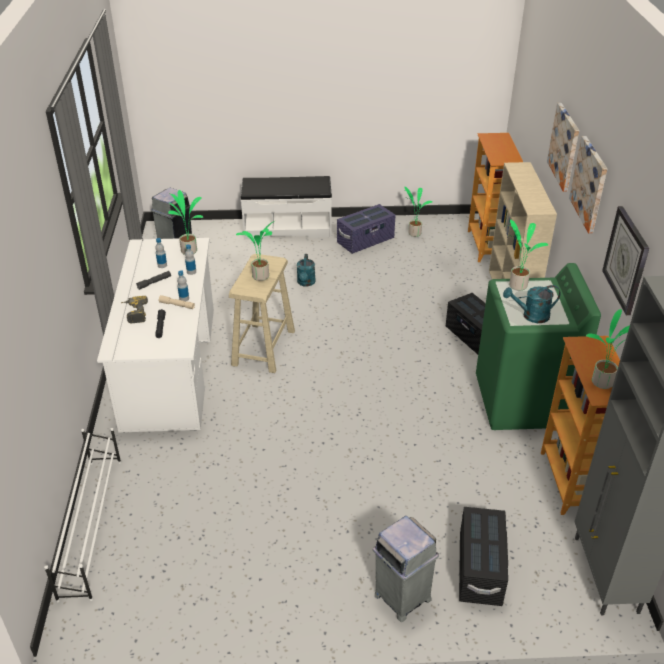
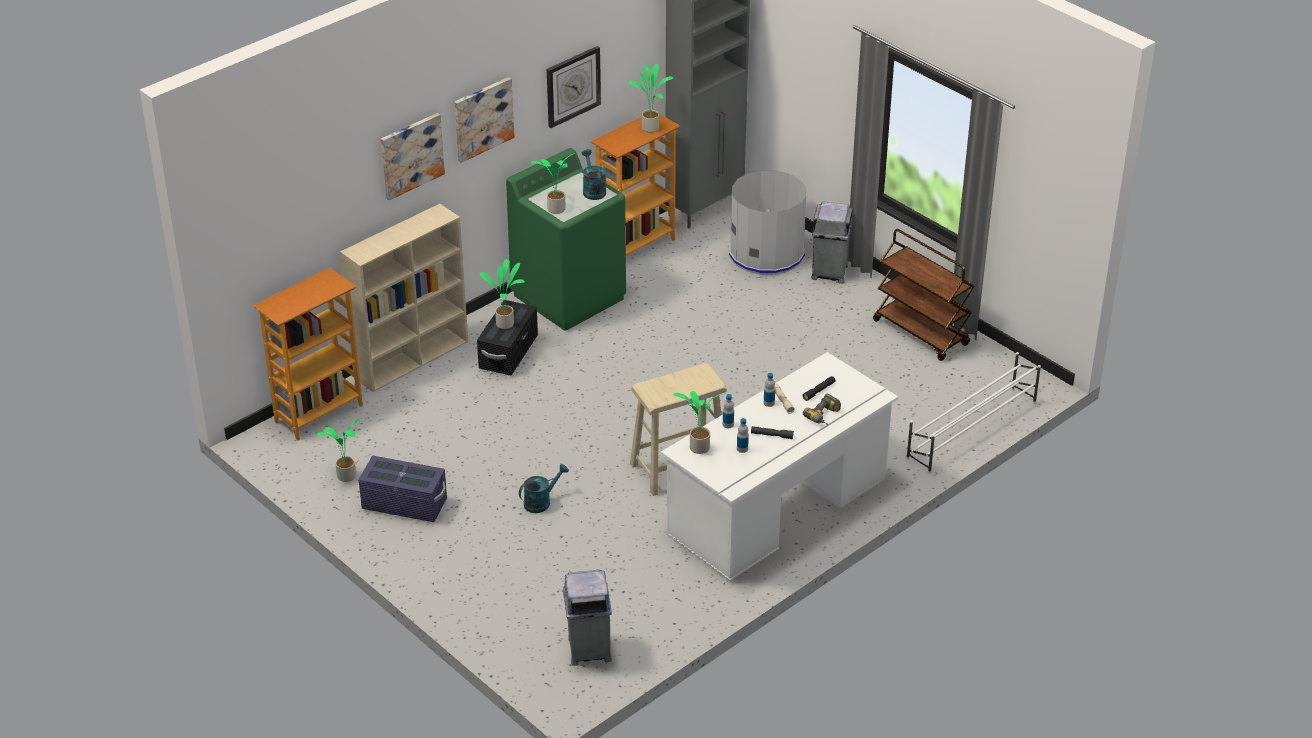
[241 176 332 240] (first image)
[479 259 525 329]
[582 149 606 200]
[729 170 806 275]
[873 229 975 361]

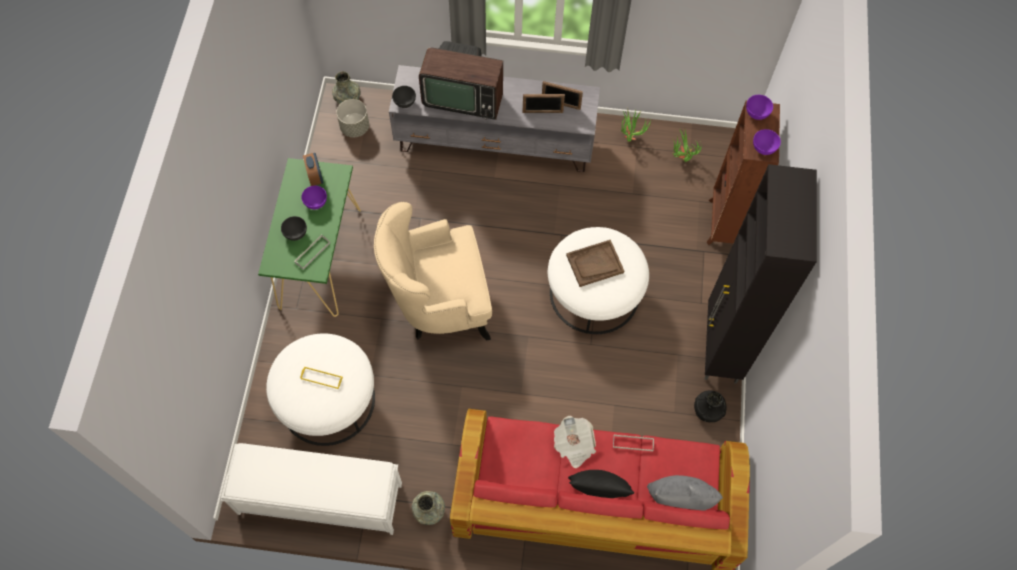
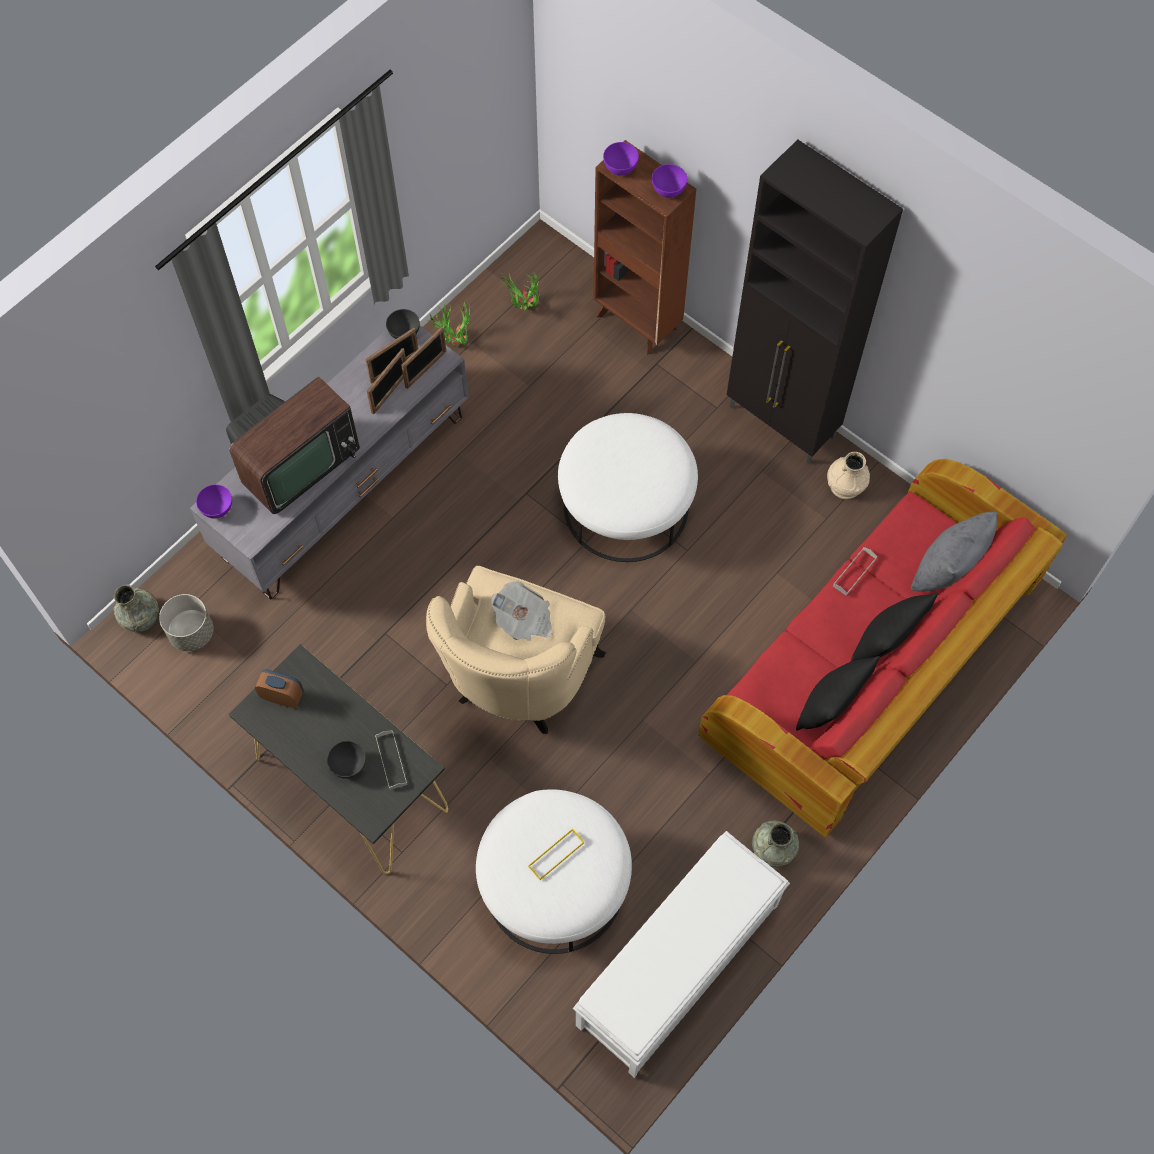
[386 309 420 339]
[229 644 448 874]
[196 484 232 518]
[566 240 624 287] (first image)
[827 452 870 499]
[491 581 552 641]
[401 326 447 389]
[796 656 880 731]

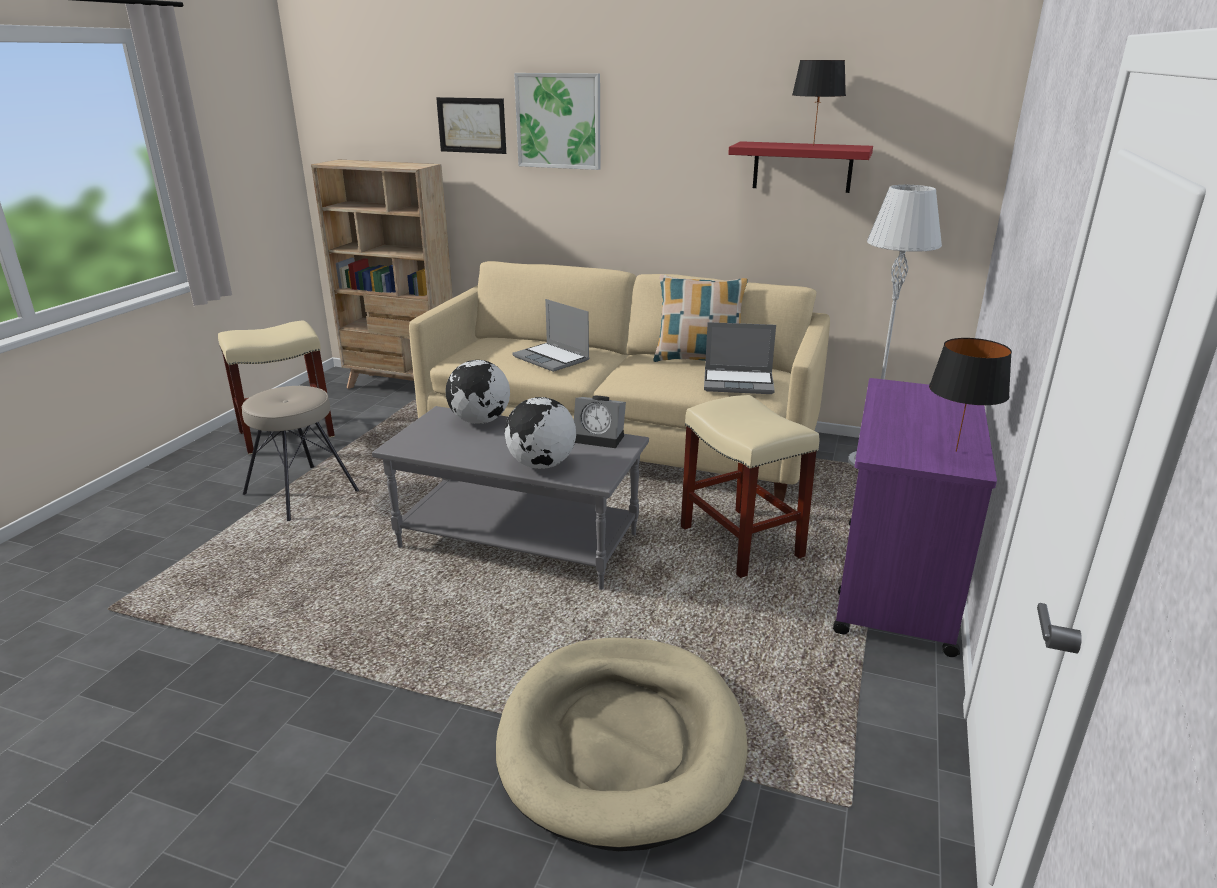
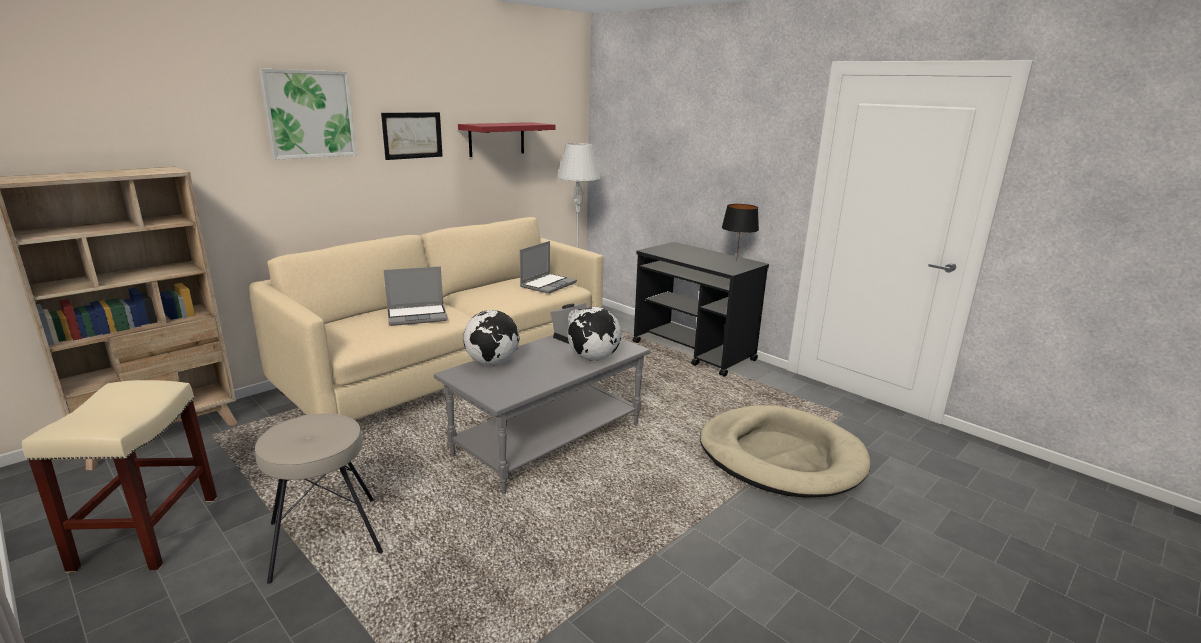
[792 60 846 146] (first image)
[381 112 443 160]
[653 274 748 362] (first image)
[633 242 769 377]
[681 395 819 578] (first image)

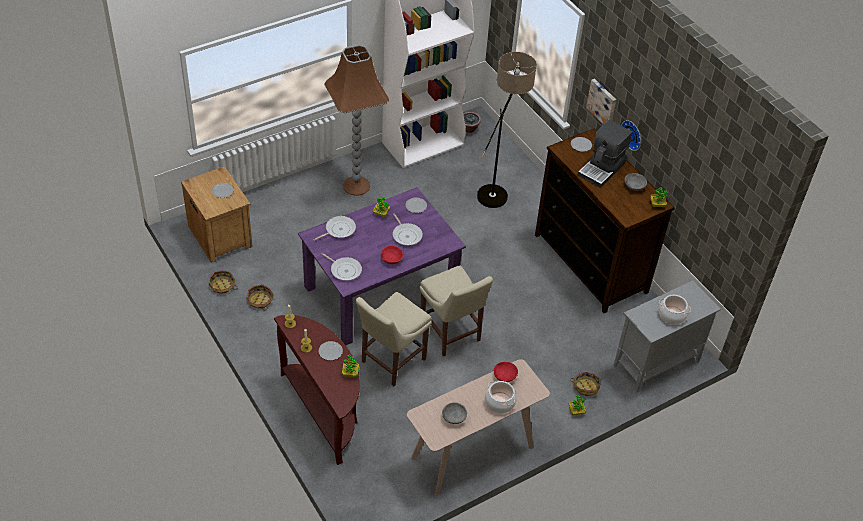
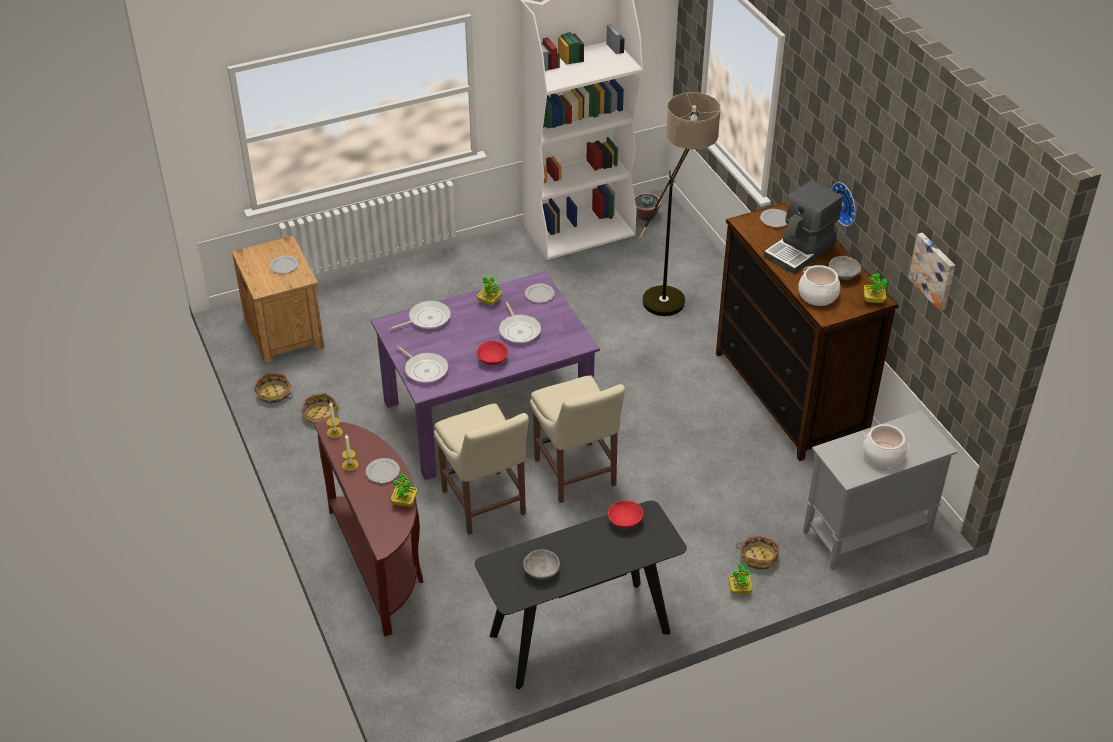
[324 45 389 196] (first image)
[908 233 955 311]
[434 403 529 535]
[475 500 687 690]
[798 265 840 306]

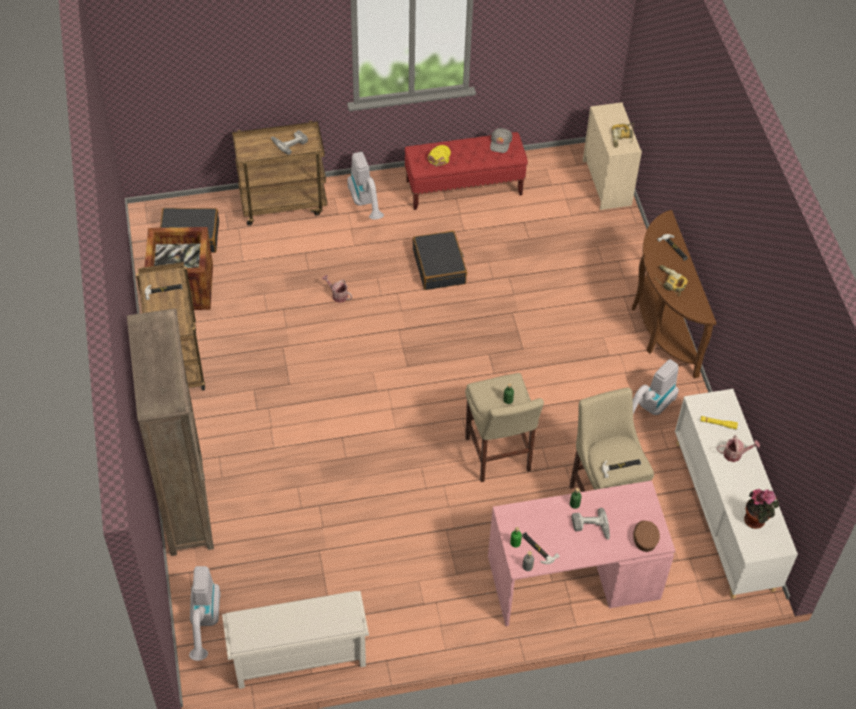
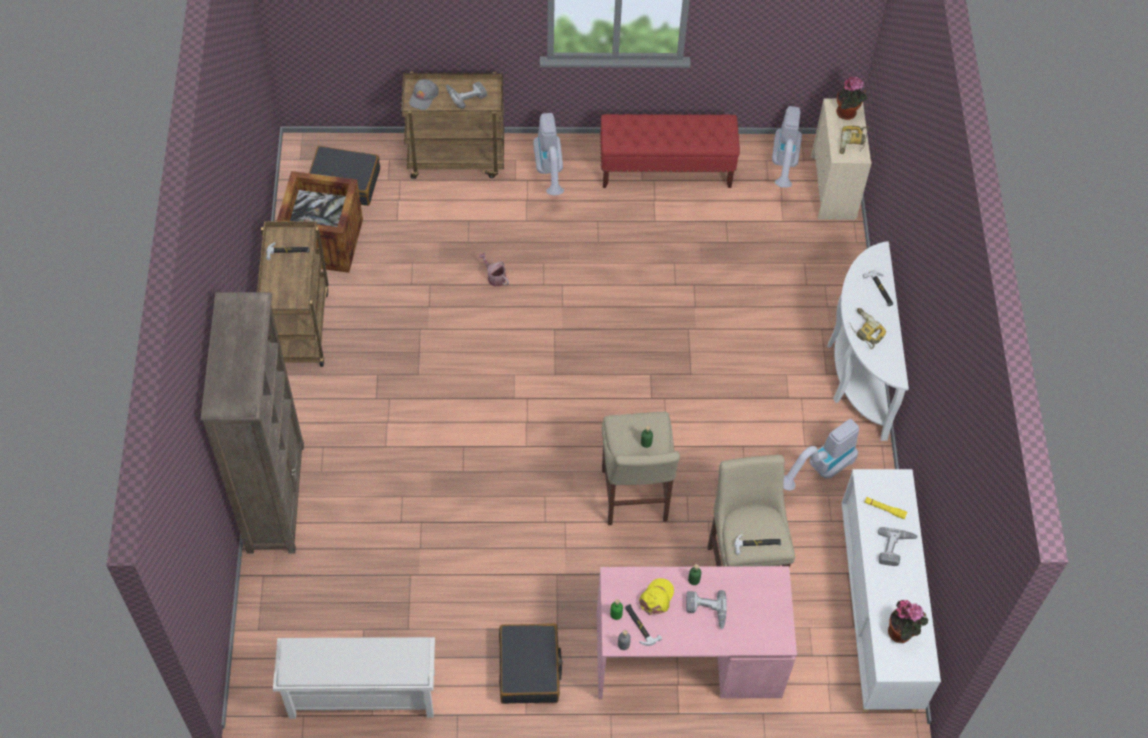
[409 79 439 110]
[639 578 674 615]
[827 242 909 441]
[499 623 563 704]
[878 527 918 566]
[633 521 660 552] (first image)
[772 106 802 188]
[836 77 867 120]

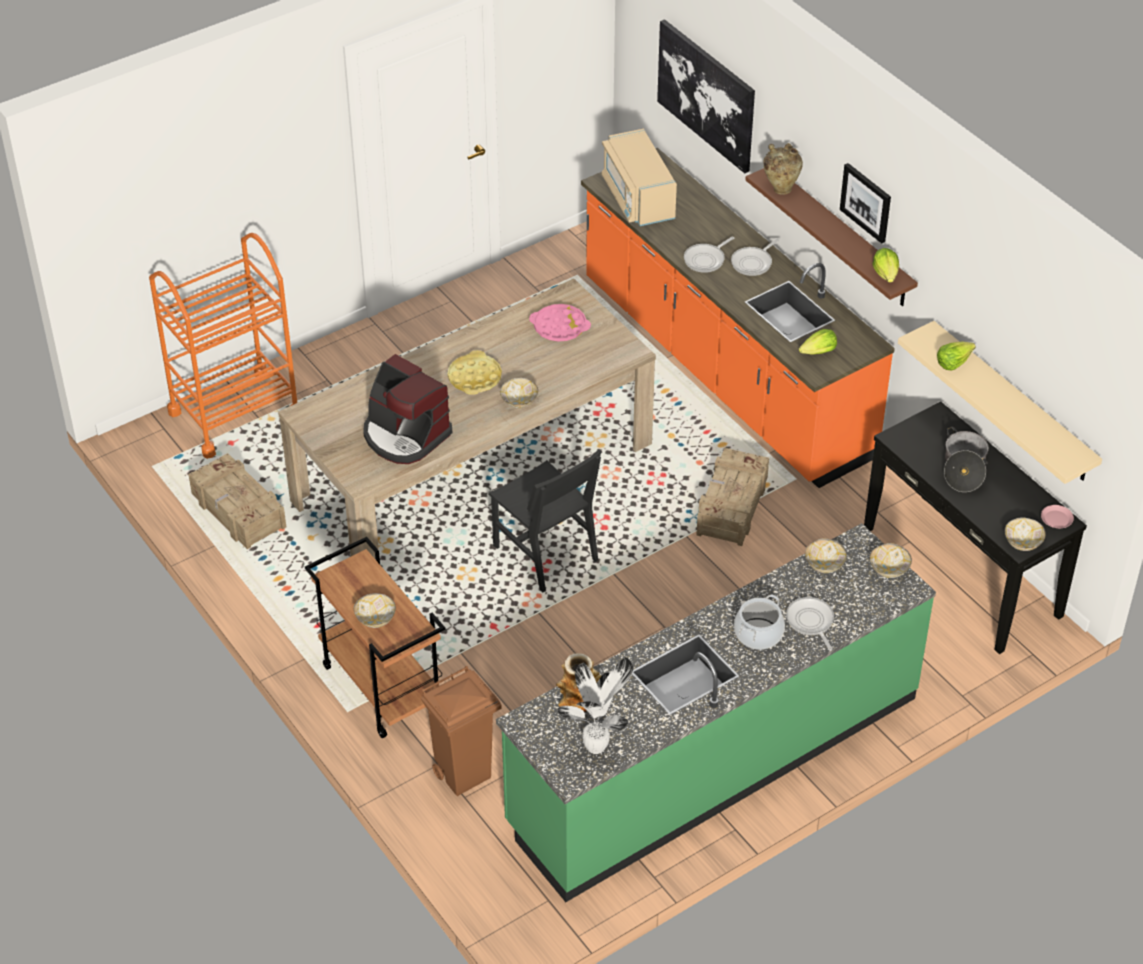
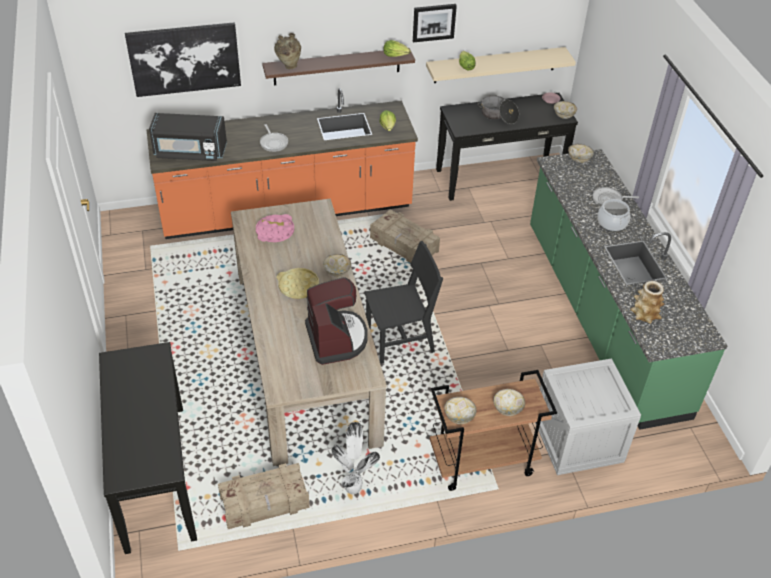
[149 113 227 161]
[413 4 457 43]
[99 342 197 554]
[731 238 779 276] (first image)
[305 277 367 365]
[444 397 477 424]
[331 422 380 495]
[535 358 641 475]

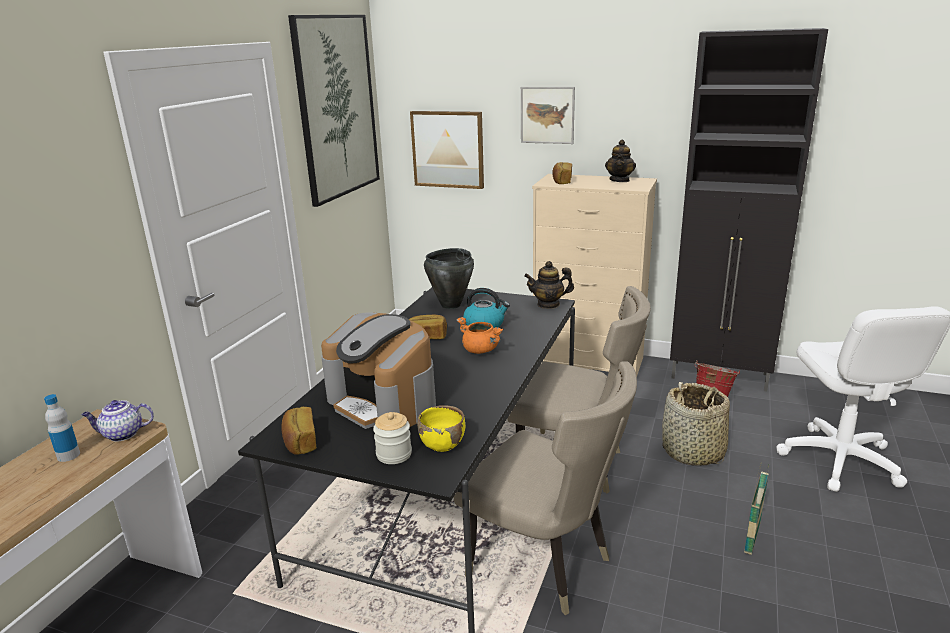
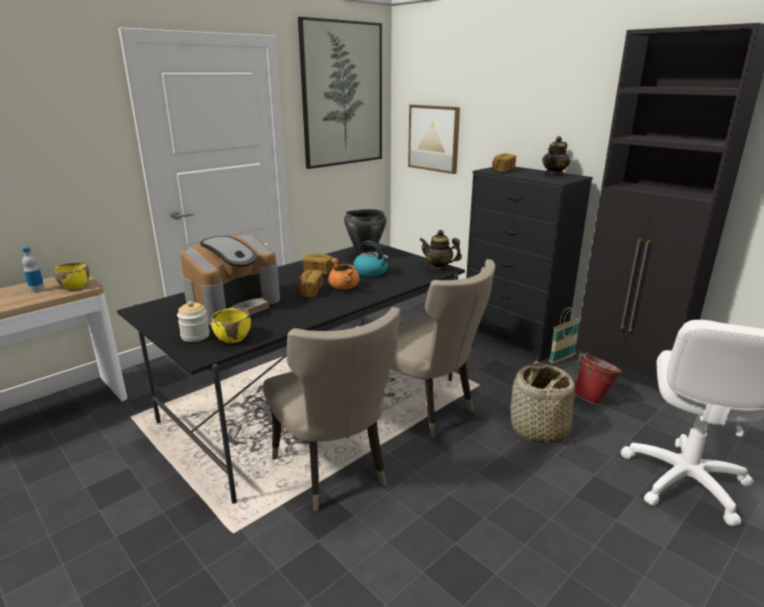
[521 87 575 144] (first image)
[466 167 593 362]
[180 235 280 325]
[54 262 90 289]
[296 270 323 297]
[549 307 580 364]

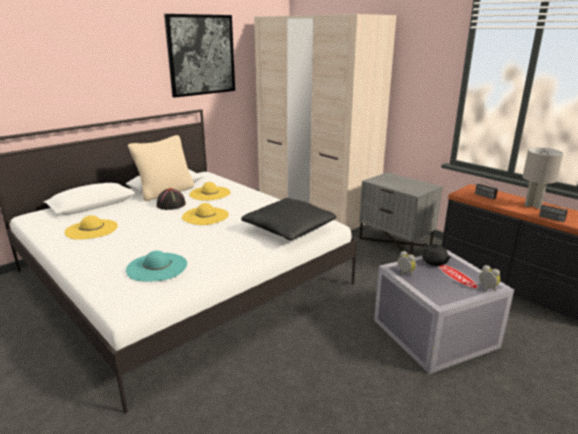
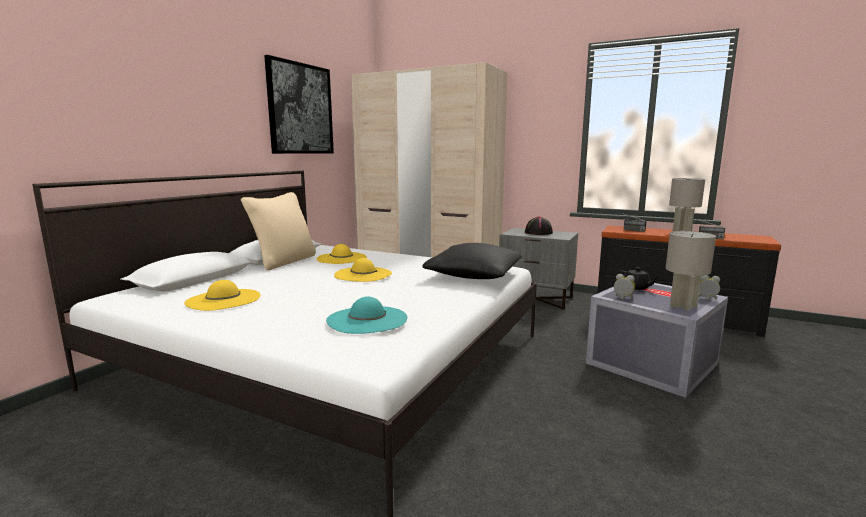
[525 217 553 235]
[666 231 716 311]

